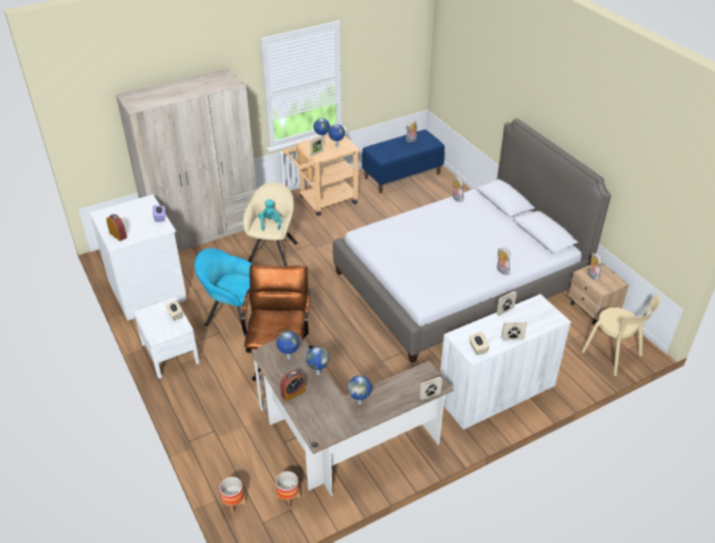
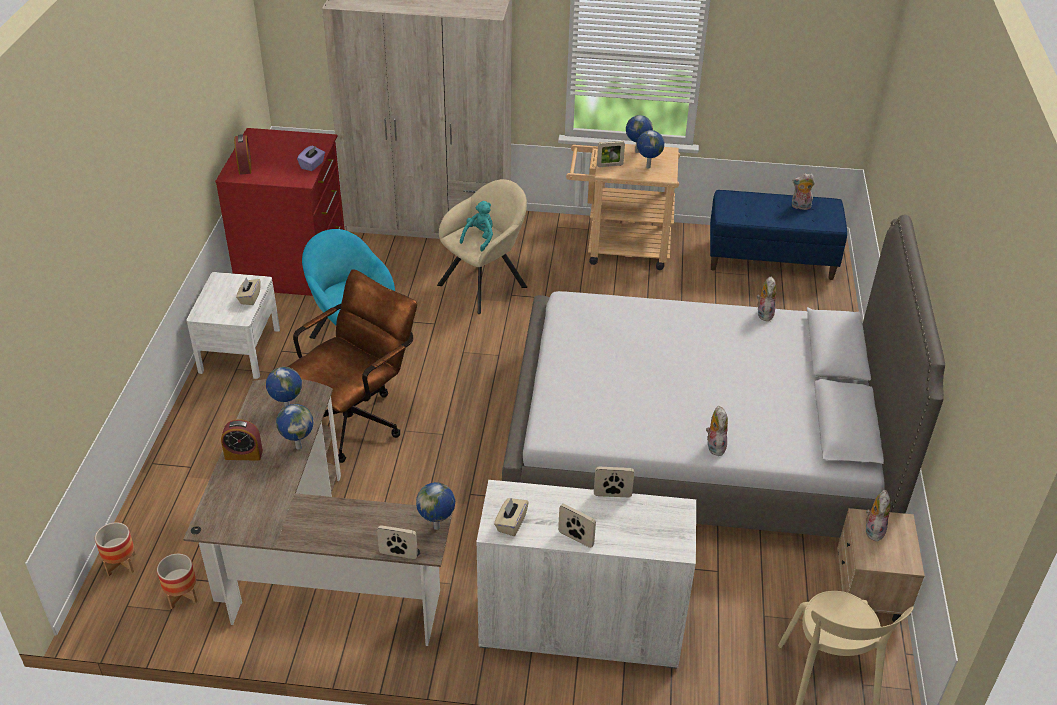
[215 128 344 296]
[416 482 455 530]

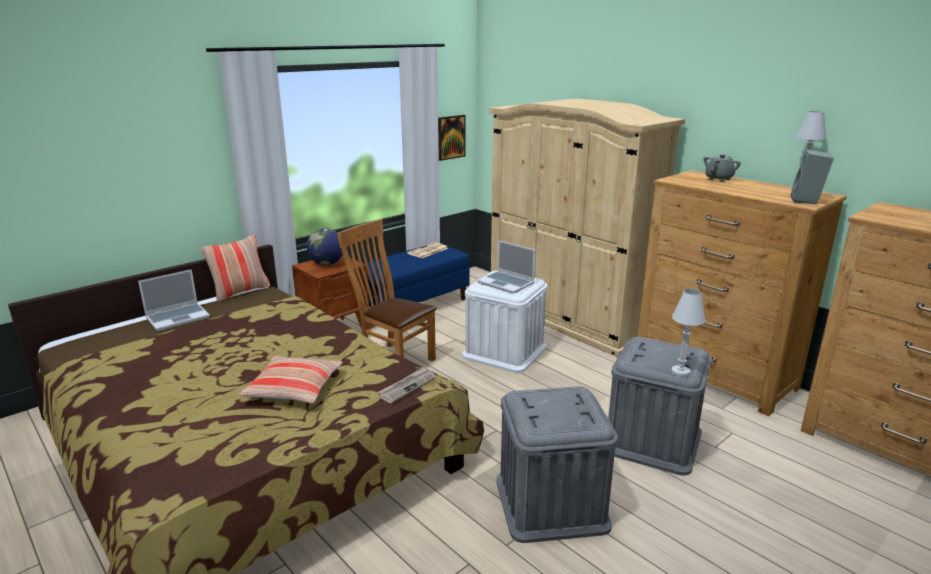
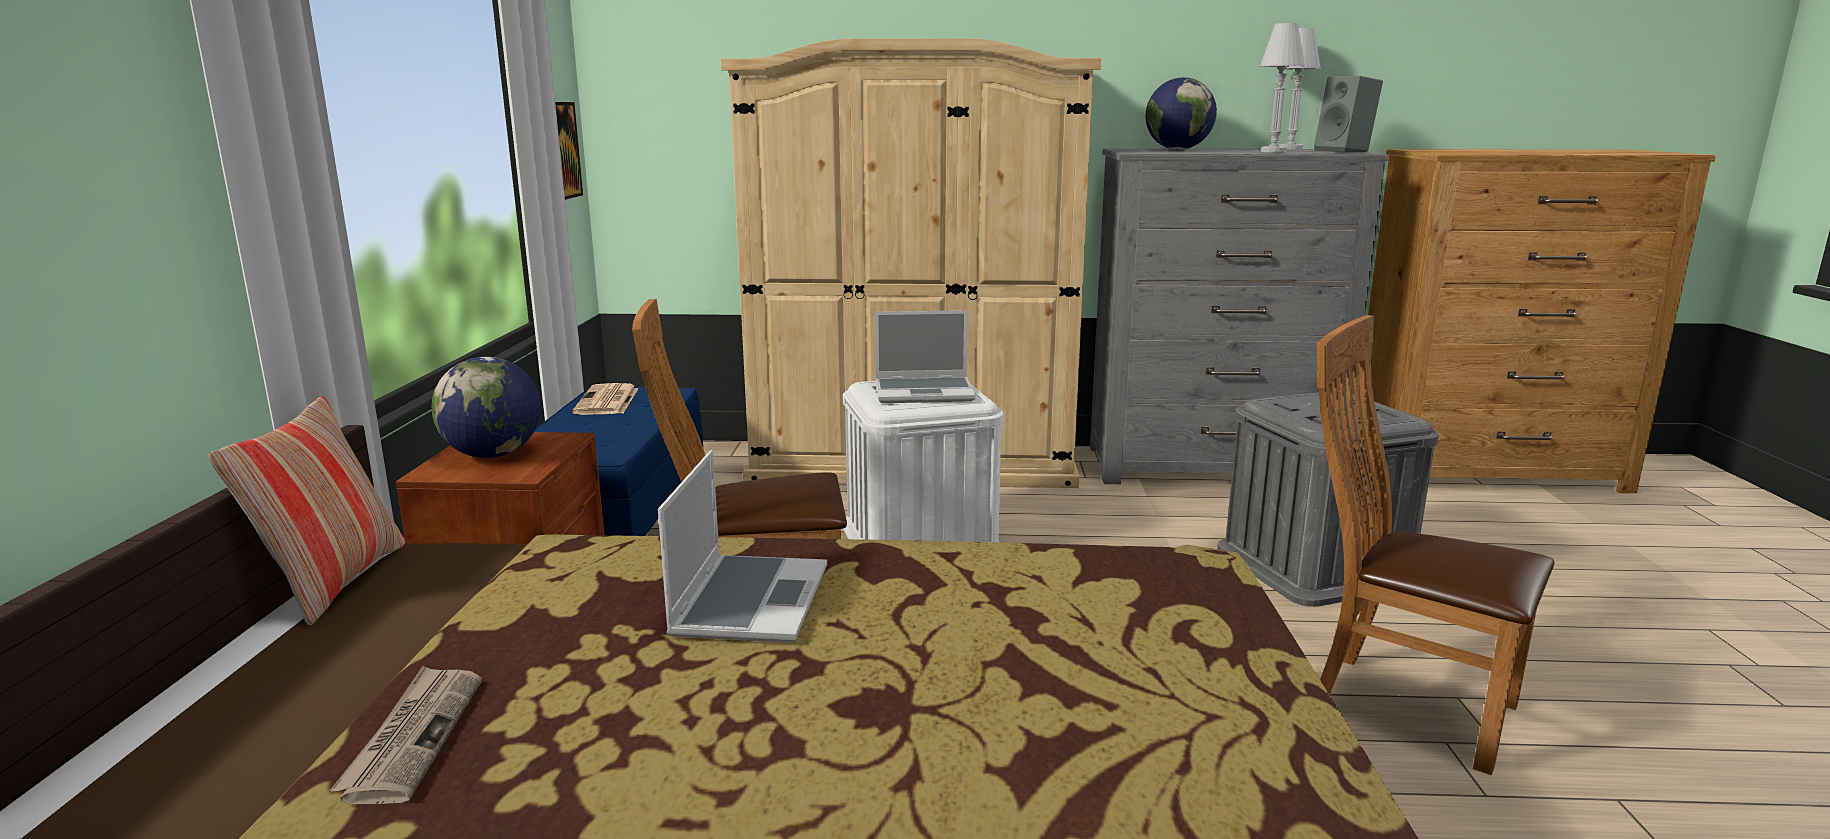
[1146 77 1217 150]
[1090 149 1390 484]
[658 450 827 643]
[1260 23 1305 152]
[238 356 343 404] (first image)
[330 666 482 804]
[1317 315 1554 775]

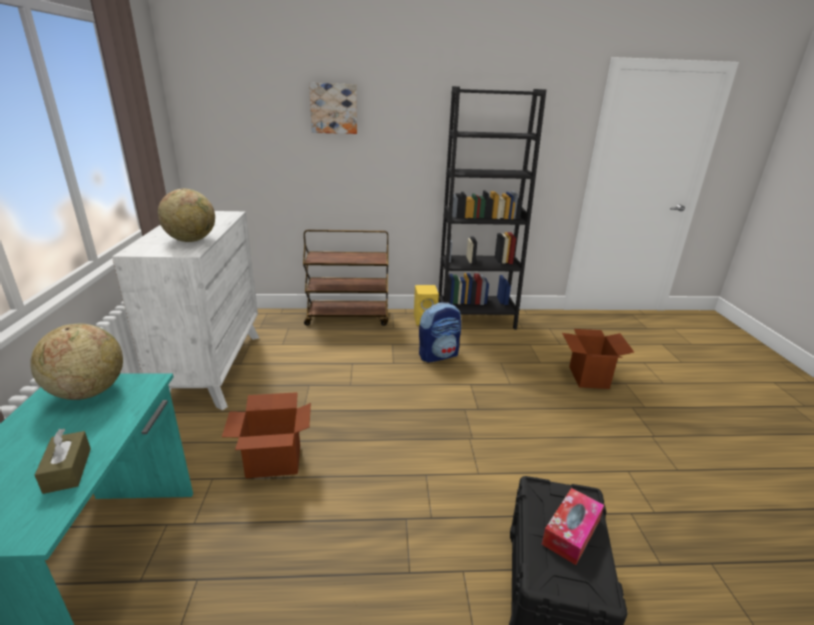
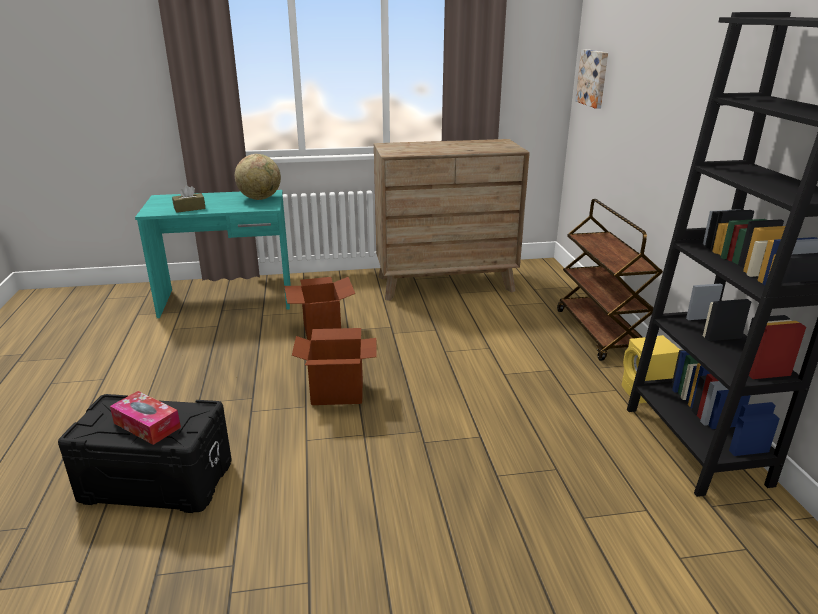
[575 49 608 109]
[158 189 215 242] (first image)
[374 139 530 301]
[419 303 461 363] (first image)
[292 328 377 405]

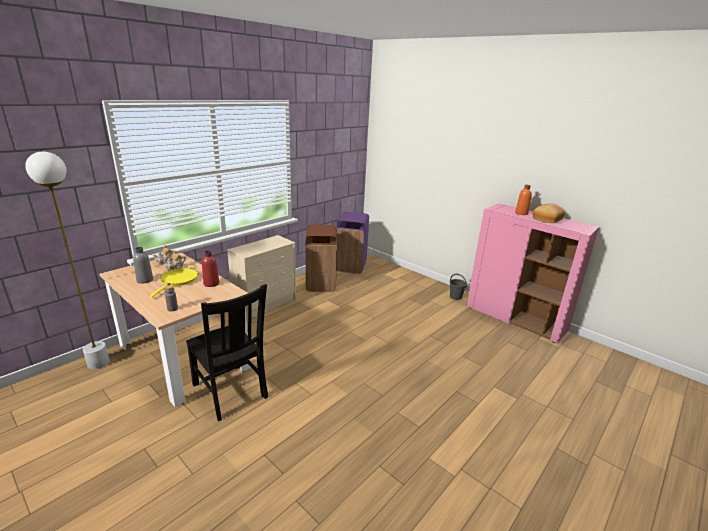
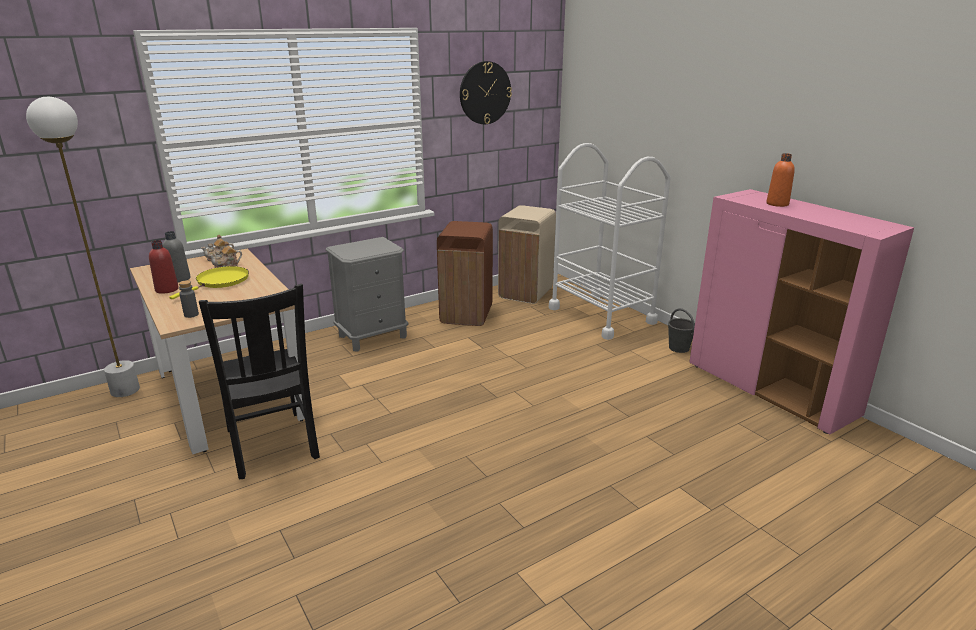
[532 204 565 223] (first image)
[498 205 556 304]
[325 237 408 352]
[149 240 179 294]
[460 61 512 124]
[549 143 671 340]

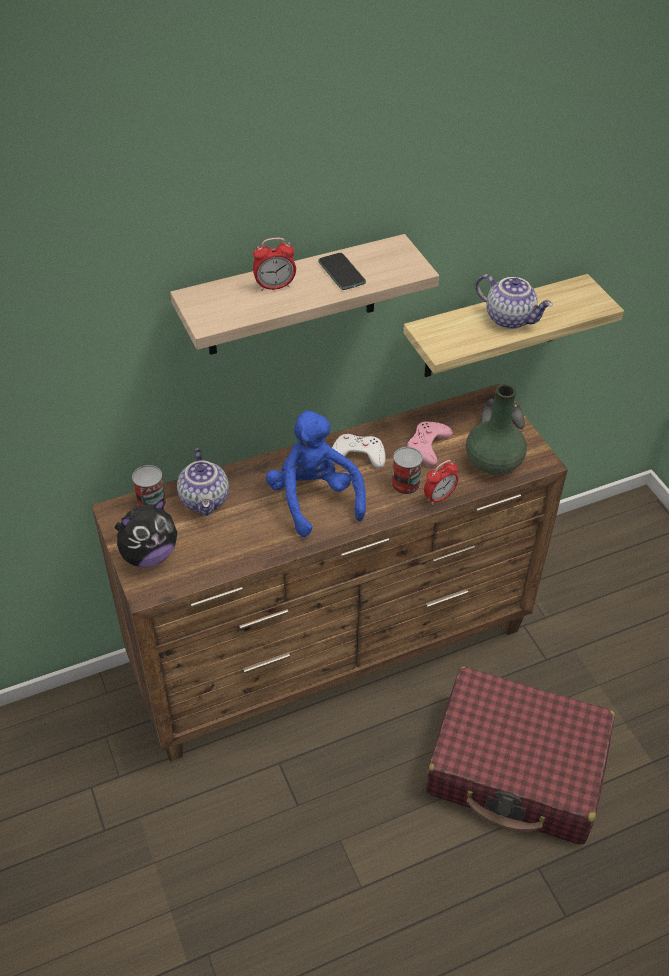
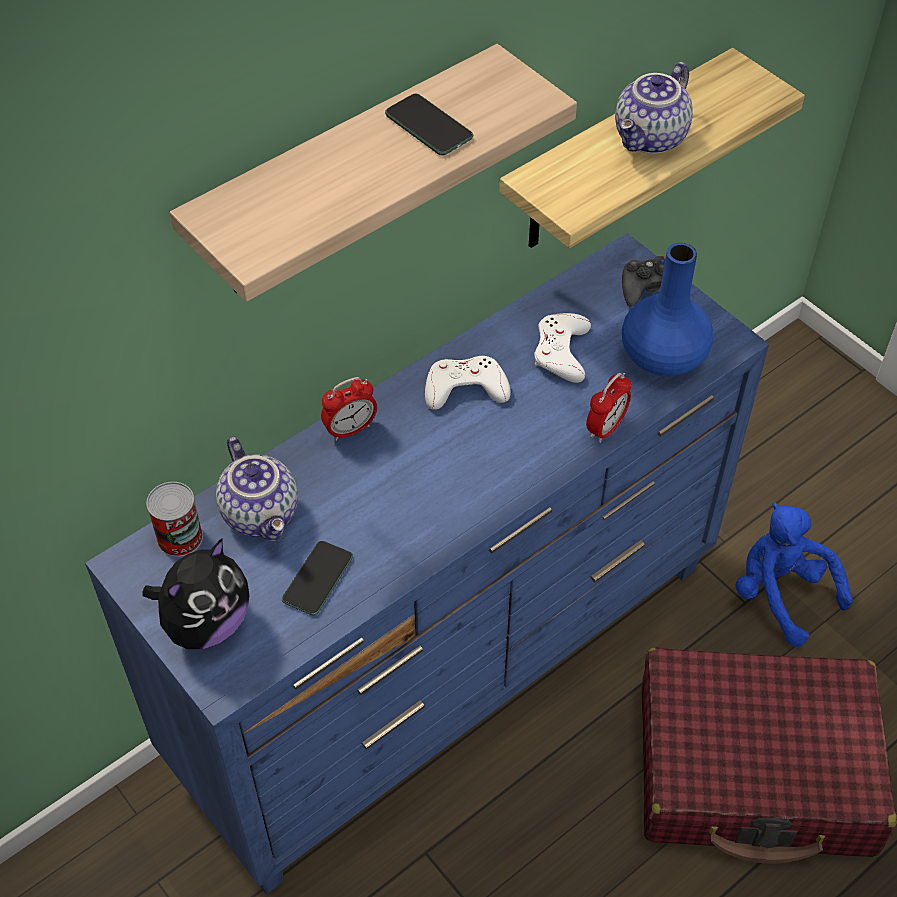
[321 377 377 441]
[615 62 693 154]
[85 233 769 894]
[622 243 713 376]
[735 503 853 647]
[534 313 591 383]
[392 447 423 495] (first image)
[282 541 353 616]

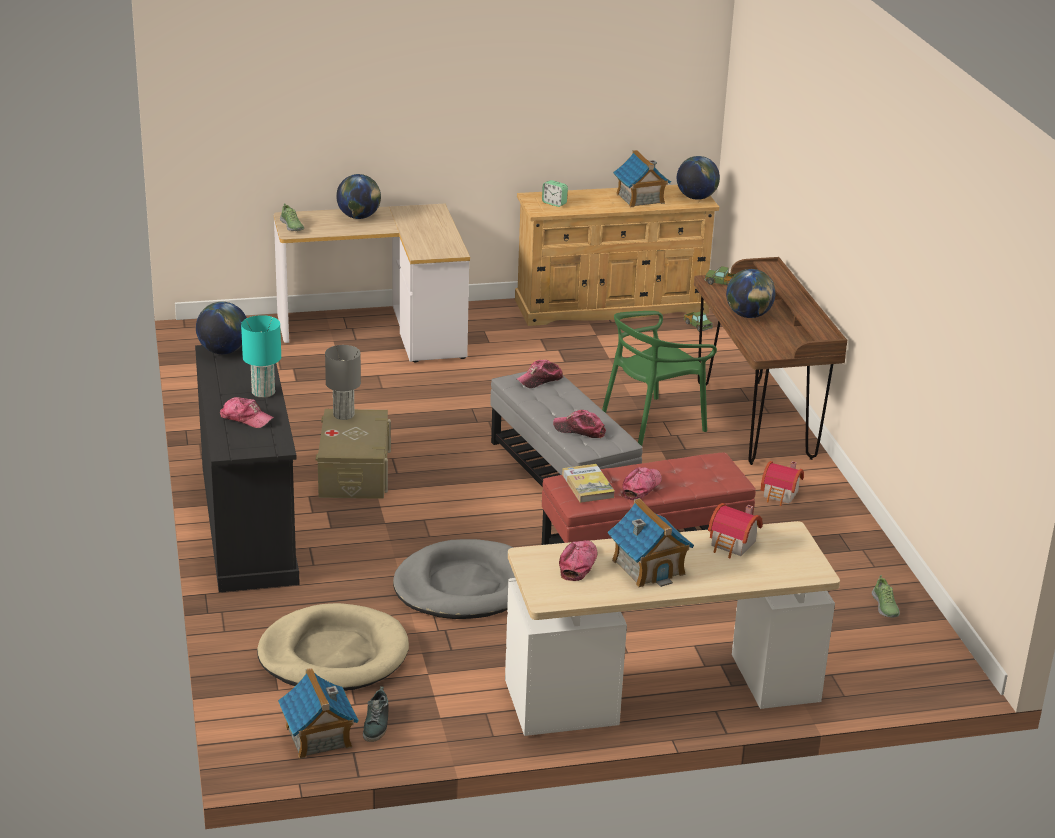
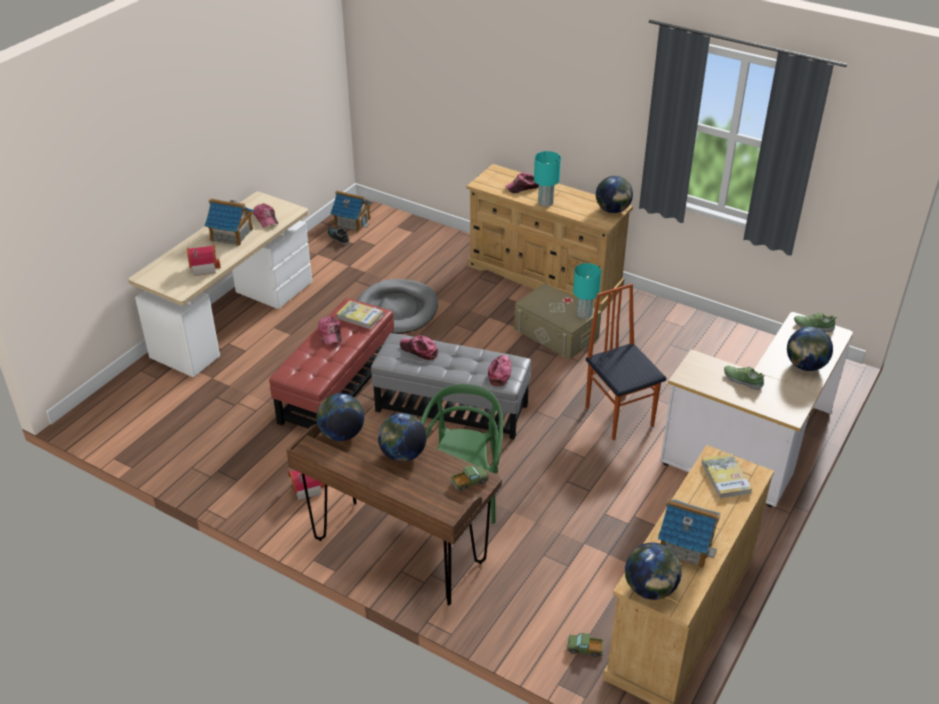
[701 454 752 499]
[466 164 633 313]
[573 263 602 319]
[400 335 438 360]
[724 366 765 390]
[257 603 409 691] (first image)
[586 284 666 440]
[316 393 364 441]

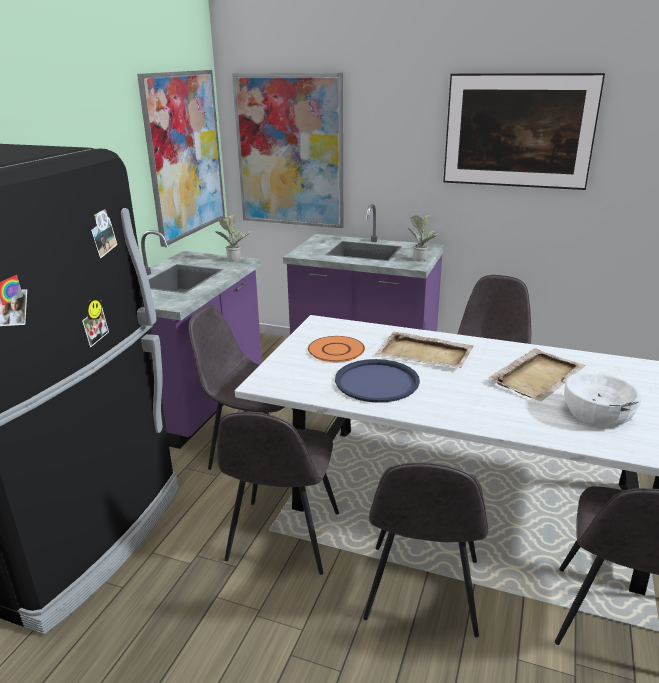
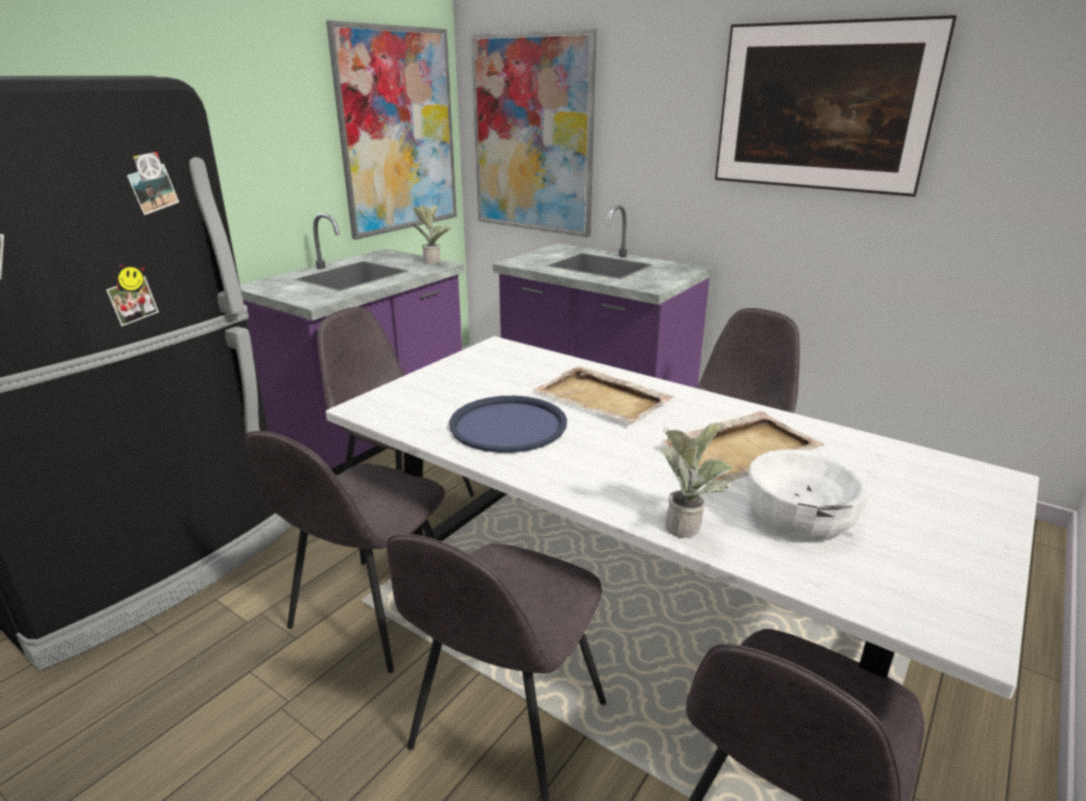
[662 423 733 538]
[308 336 365 362] (first image)

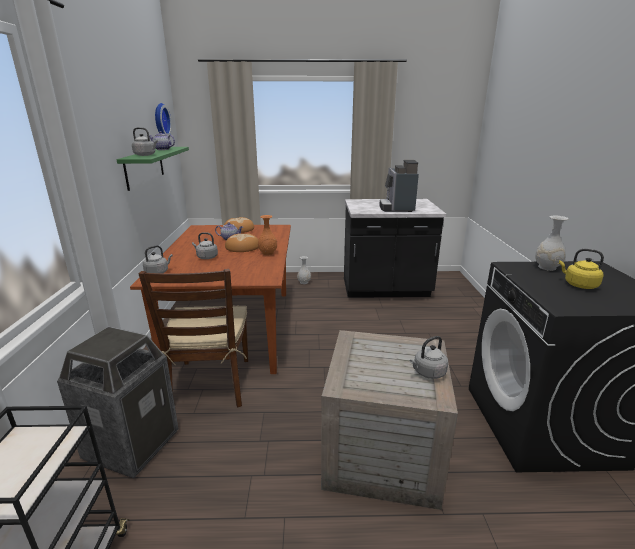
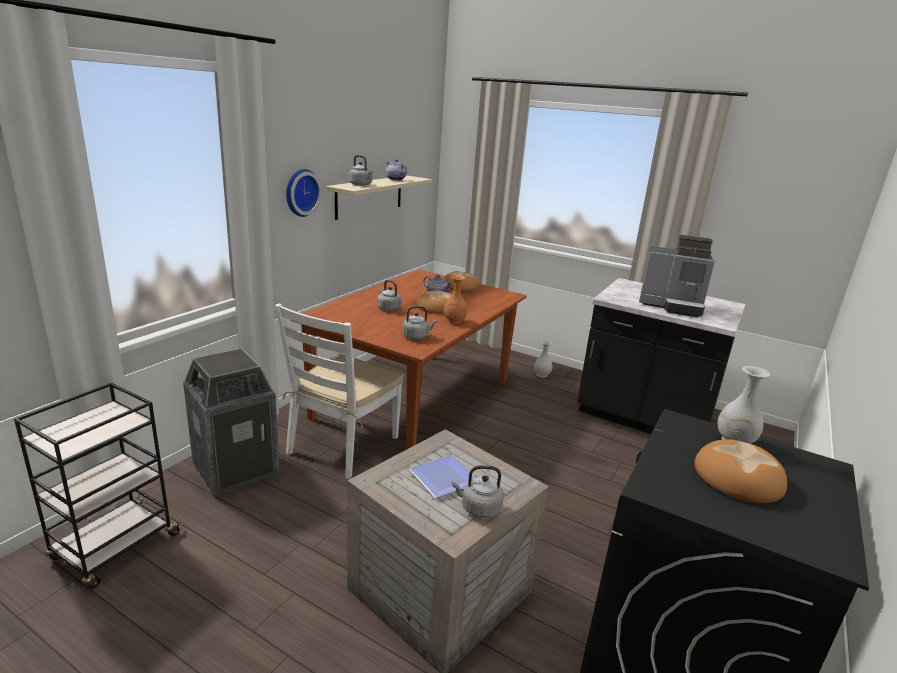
[286 169 322 217]
[326 176 432 220]
[639 235 715 317]
[402 306 437 340]
[694 439 787 503]
[275 303 404 479]
[409 455 476 498]

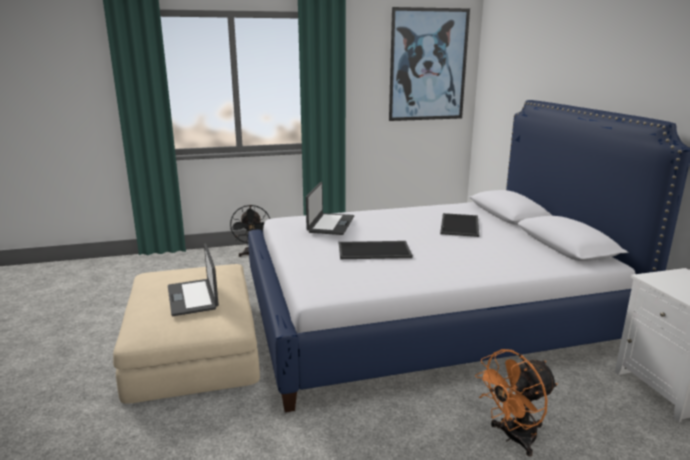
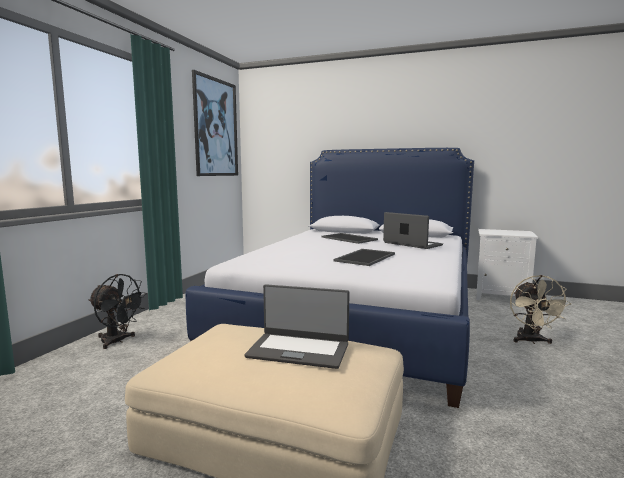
[383 212 443 249]
[510 275 571 344]

